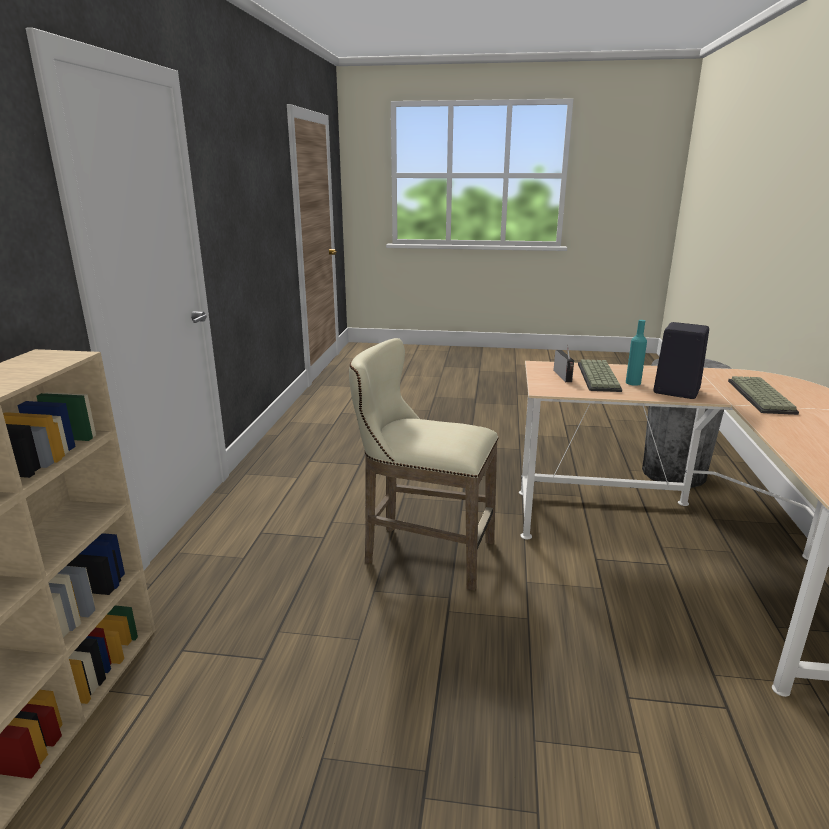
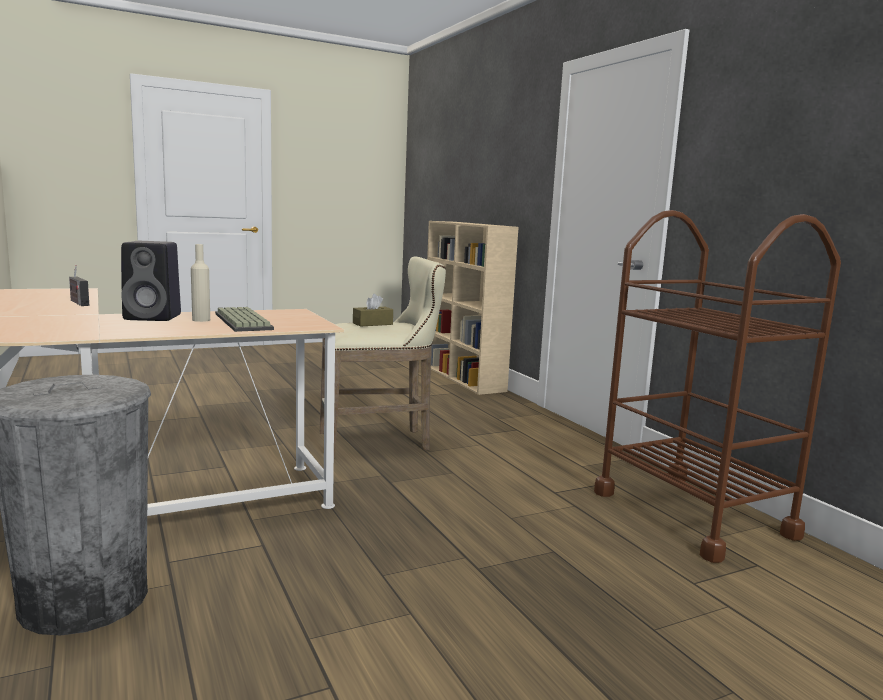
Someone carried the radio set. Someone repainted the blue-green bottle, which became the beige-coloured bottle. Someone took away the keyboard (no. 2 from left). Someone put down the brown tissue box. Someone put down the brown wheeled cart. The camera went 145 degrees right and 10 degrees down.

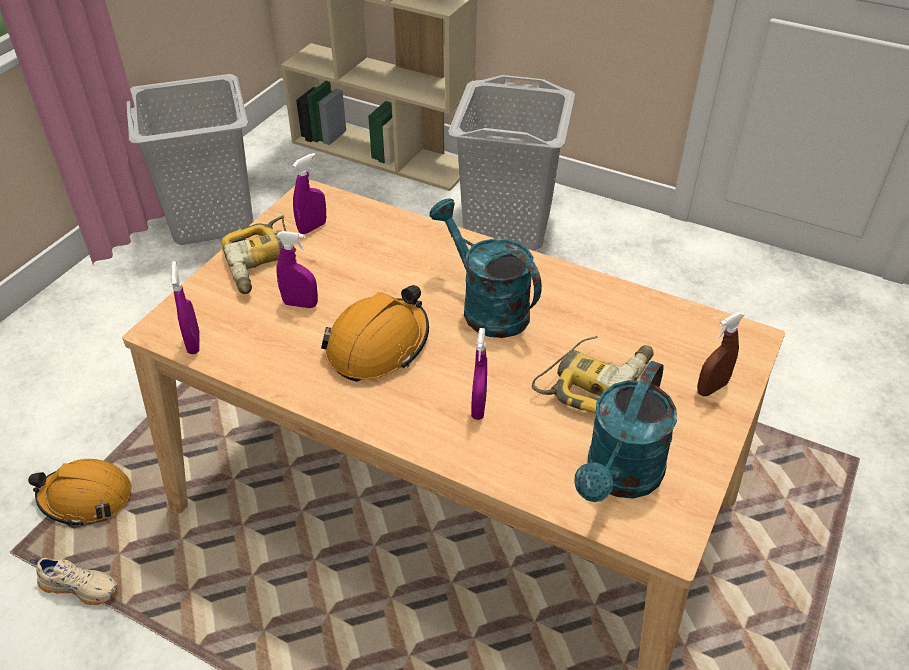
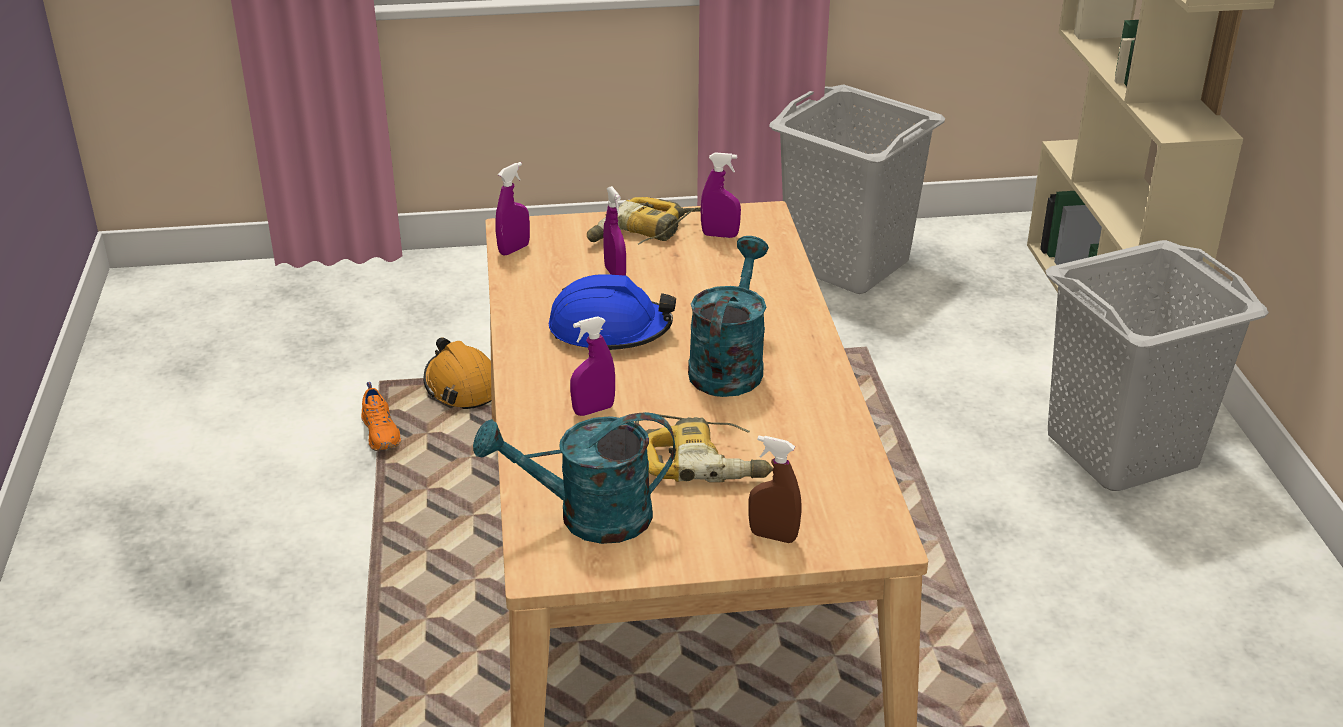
Someone repainted the beige-coloured shoe, which became the orange-coloured shoe. Someone repainted the orange-coloured work helmet (no. 2 from left), which became the blue work helmet. The camera went 55 degrees right and 10 degrees down.

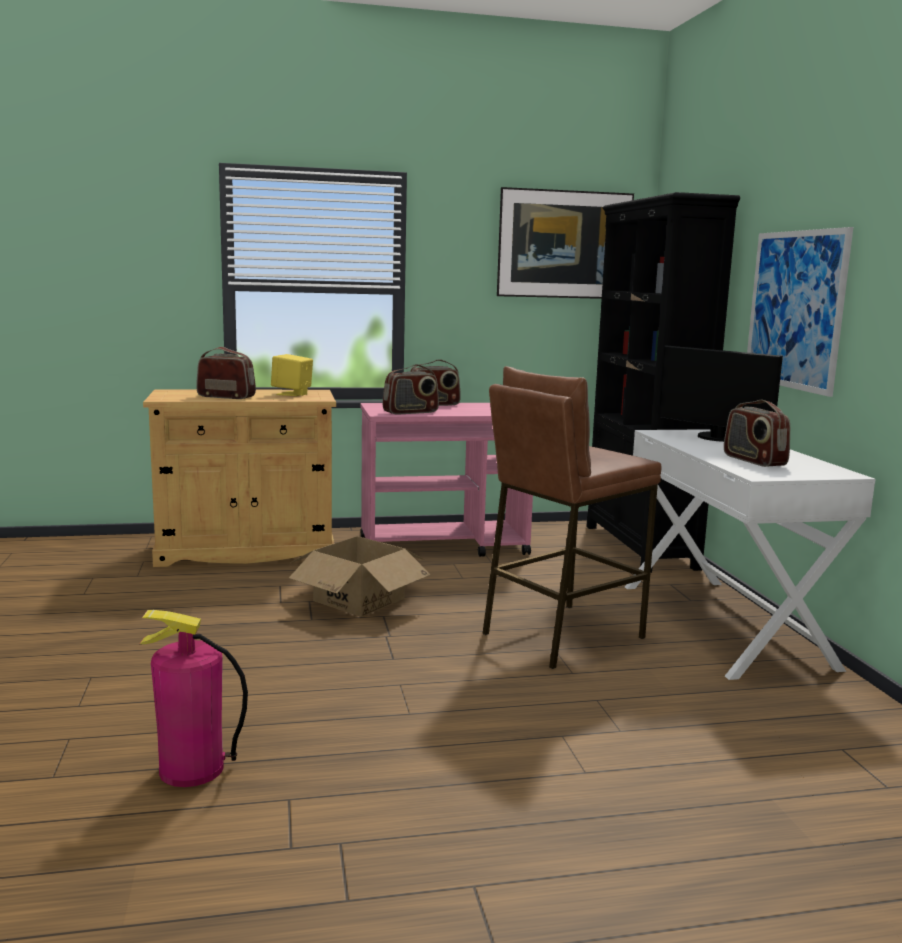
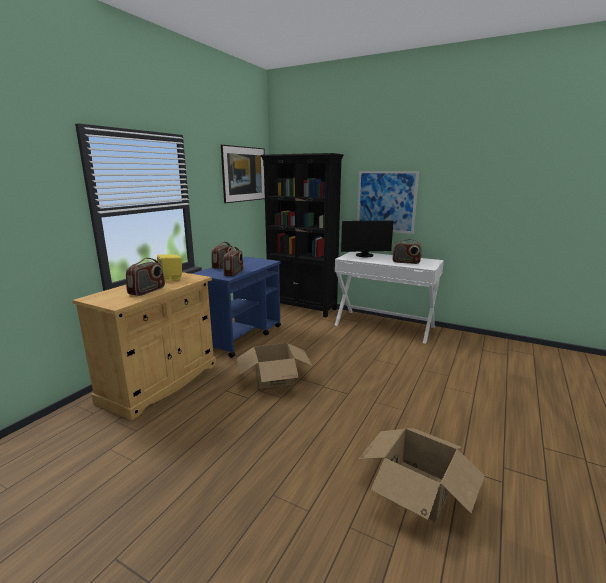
Someone swapped the fire extinguisher for the cardboard box (no. 2 from left). Someone rotated the radio set (no. 1 from left) by 150 degrees clockwise. Someone repainted the pink wheeled cart, which became the blue wheeled cart. Someone took away the brown stool seat. The camera went 50 degrees left and 5 degrees up.

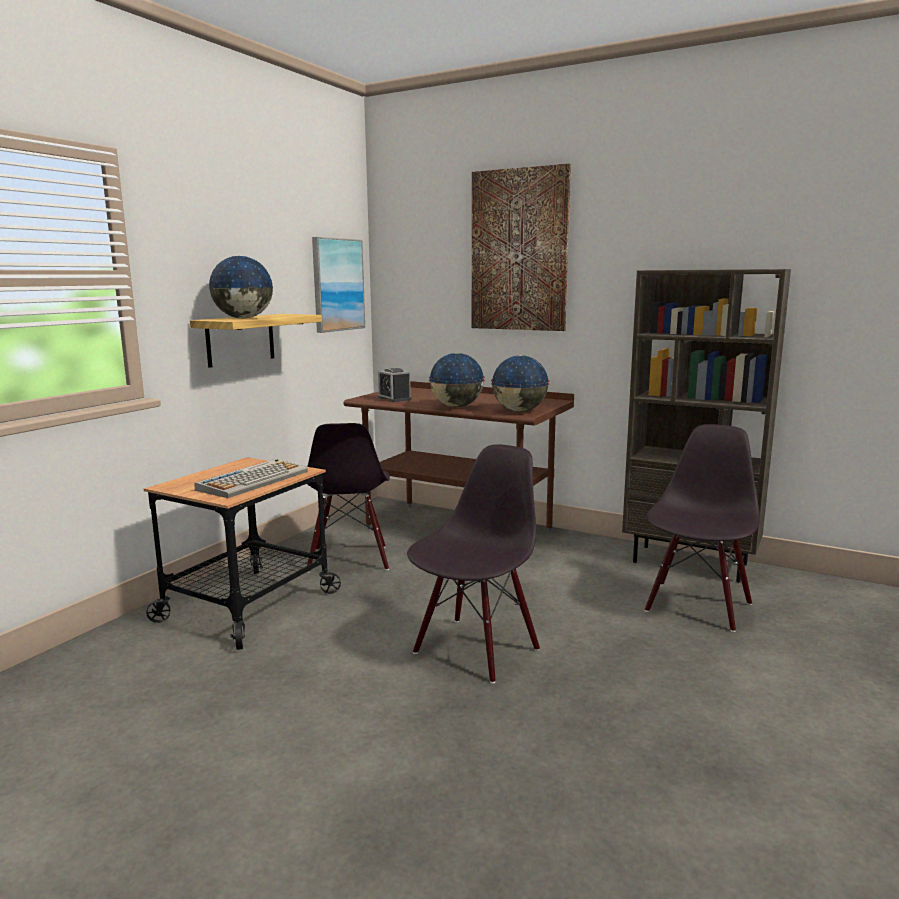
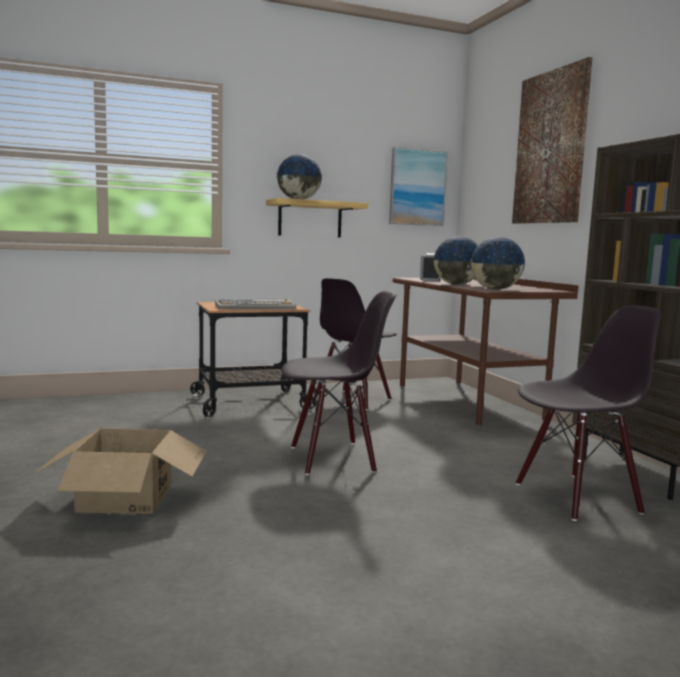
Someone put down the cardboard box. The camera went 40 degrees right and 5 degrees down.

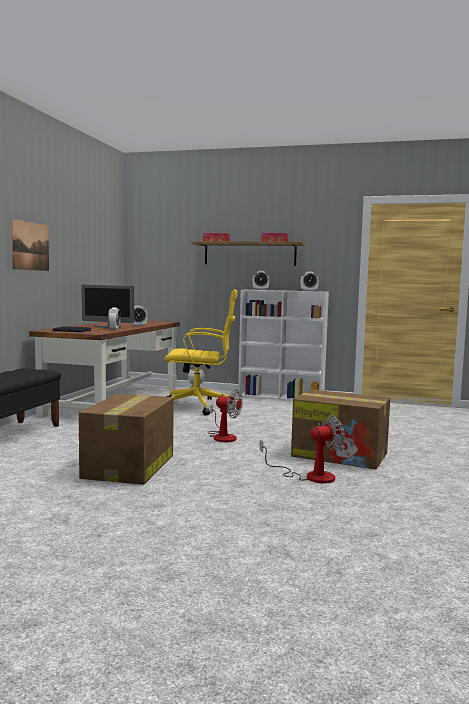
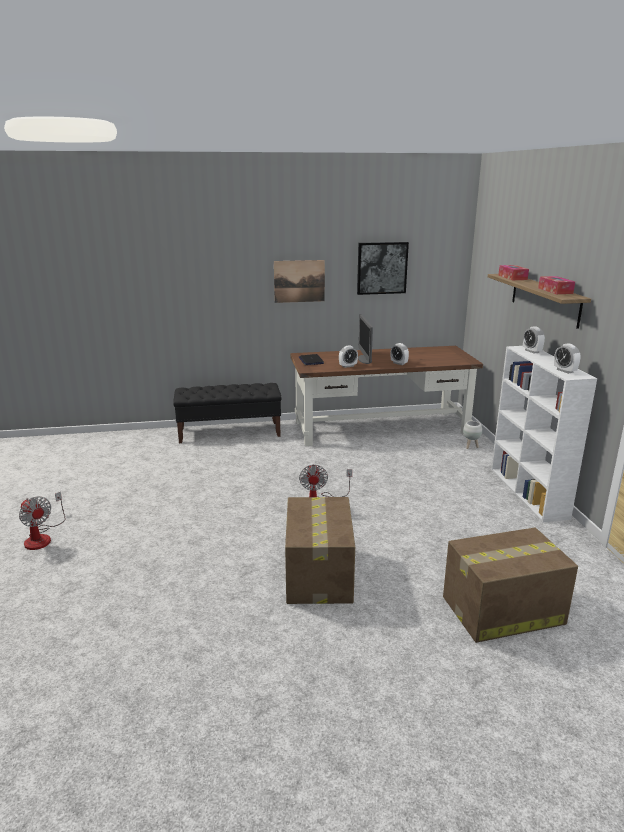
Someone carried the cardboard box (no. 1 from left in the first image). Someone took away the yellow office chair. Someone carried the electric fan (no. 2 from left in the first image). Someone put up the wall art (no. 2 from left). The camera went 65 degrees right and 15 degrees up.

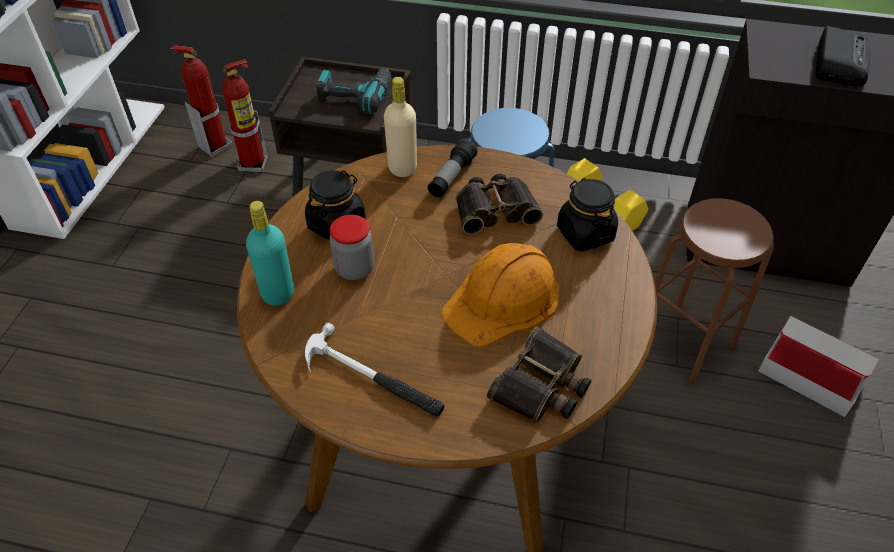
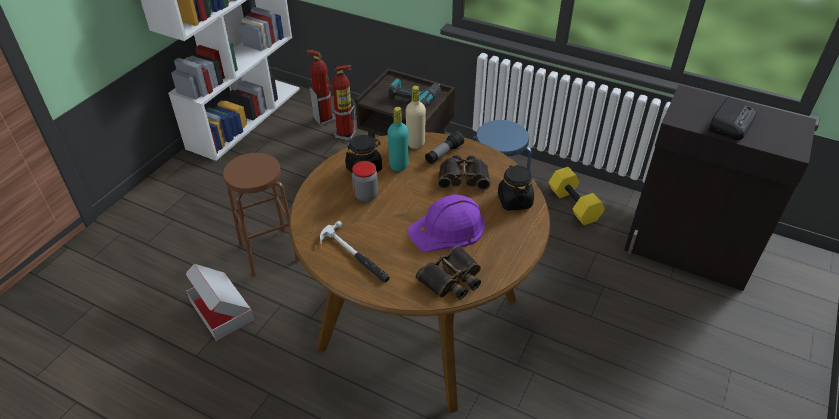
Someone carried the blue-green bottle. Someone repainted the orange-coloured work helmet, which became the purple work helmet. Someone carried the brown stool seat. Someone carried the cardboard box. The camera went 15 degrees right and 5 degrees down.

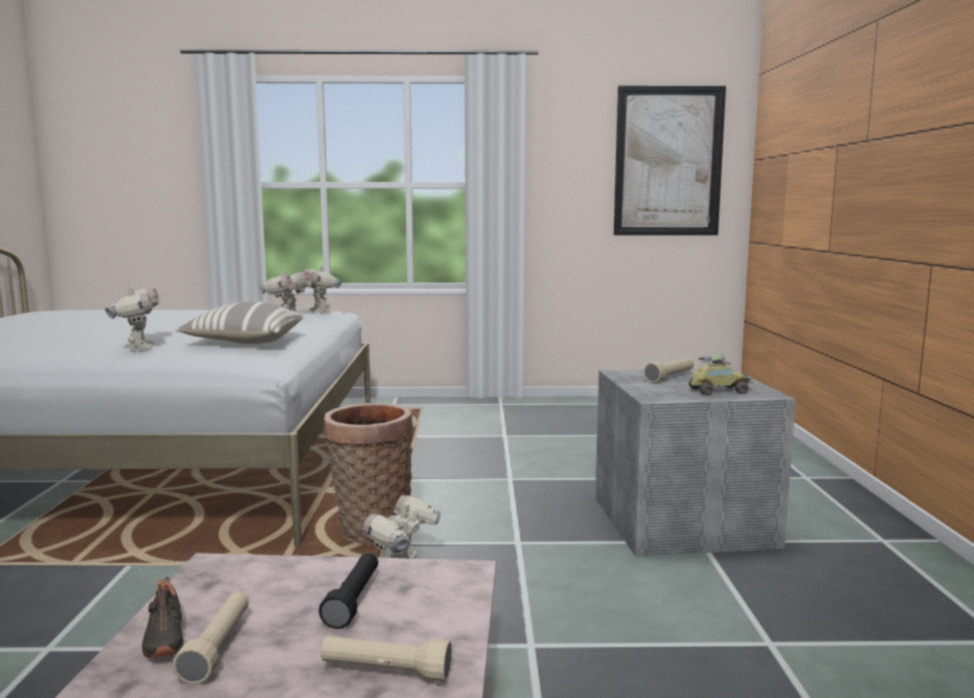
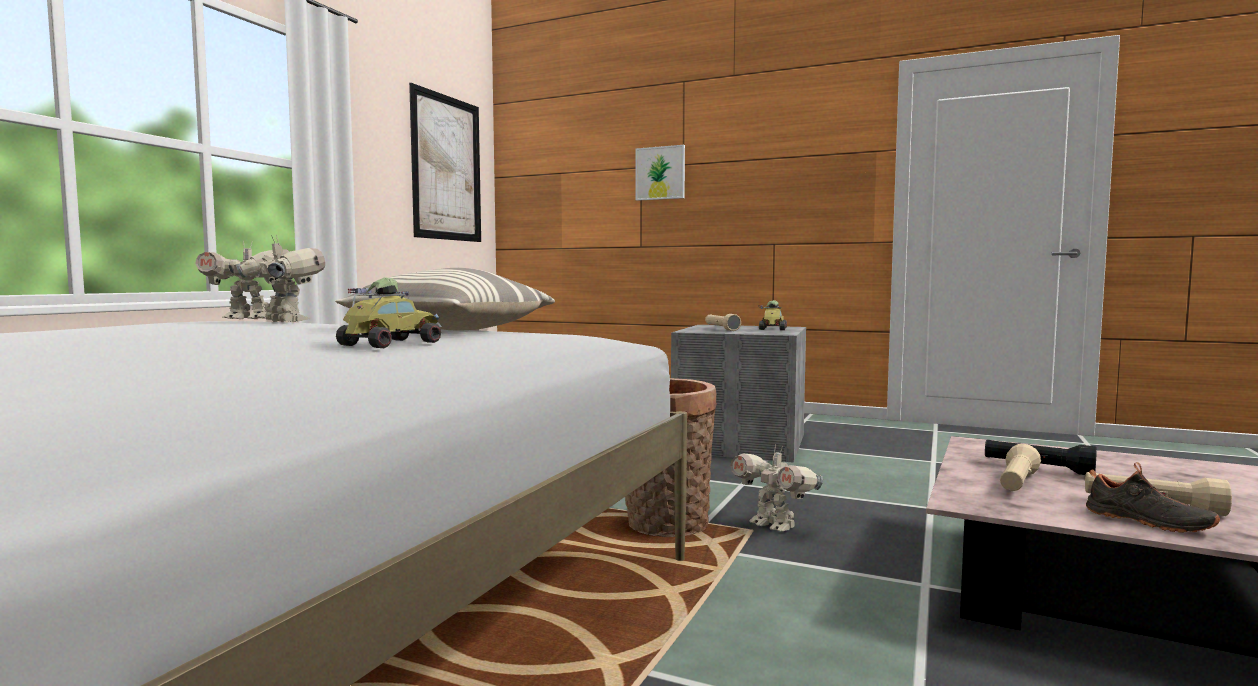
Someone swapped the model robot (no. 1 from left) for the toy car (no. 1 from left). Someone rotated the black shoe by 45 degrees clockwise. Someone carried the beige-coloured flashlight (no. 2 from left). Someone put up the wall art (no. 2 from left). The camera went 65 degrees left and 5 degrees down.

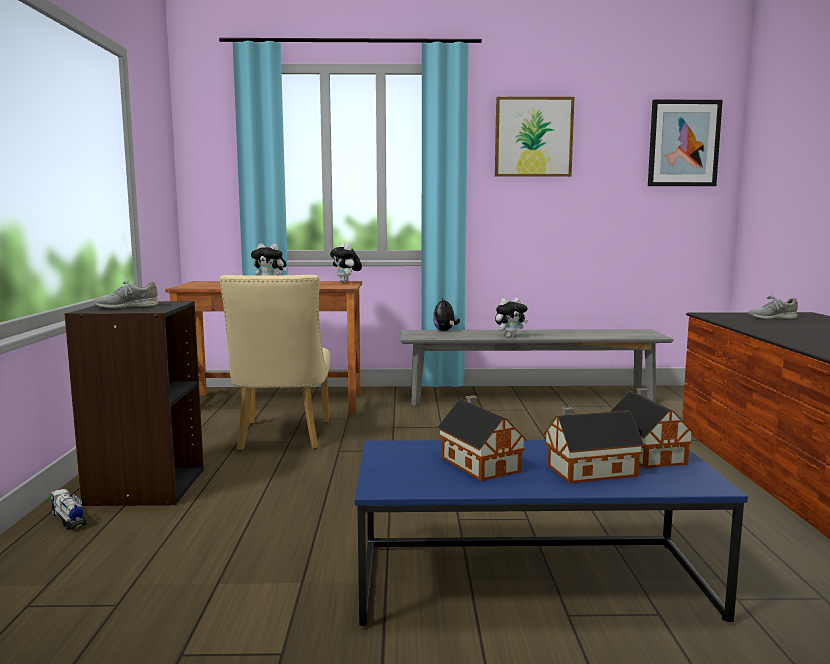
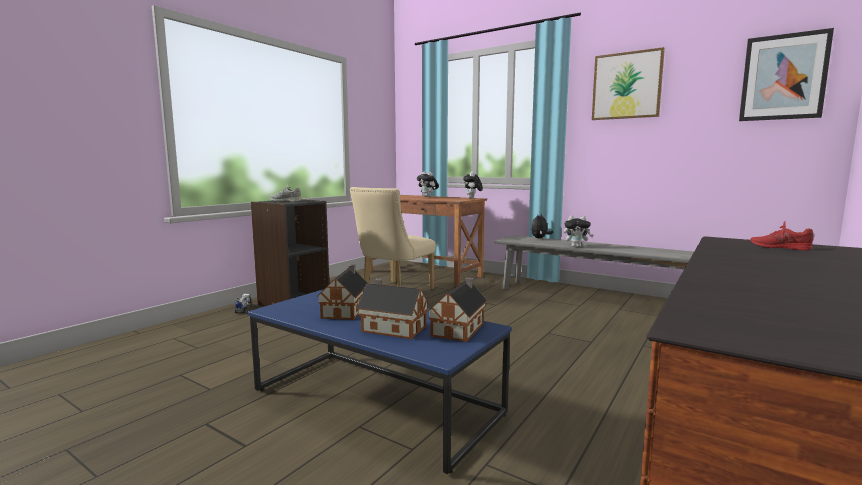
Someone repainted the gray shoe (no. 2 from left), which became the red shoe. The camera went 35 degrees right and 0 degrees up.

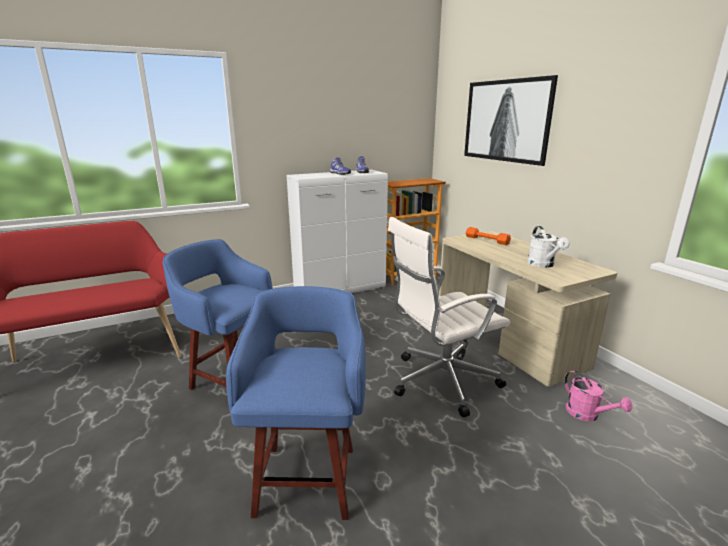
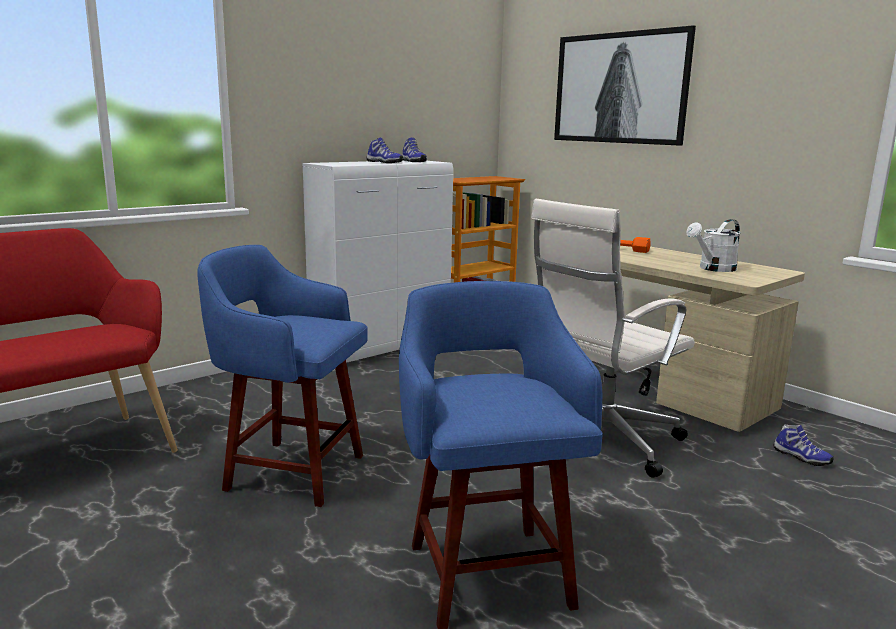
Someone rotated the white sprinkling can by 75 degrees clockwise. Someone swapped the pink sprinkling can for the shoe (no. 3 from left). The camera went 15 degrees left and 5 degrees down.

